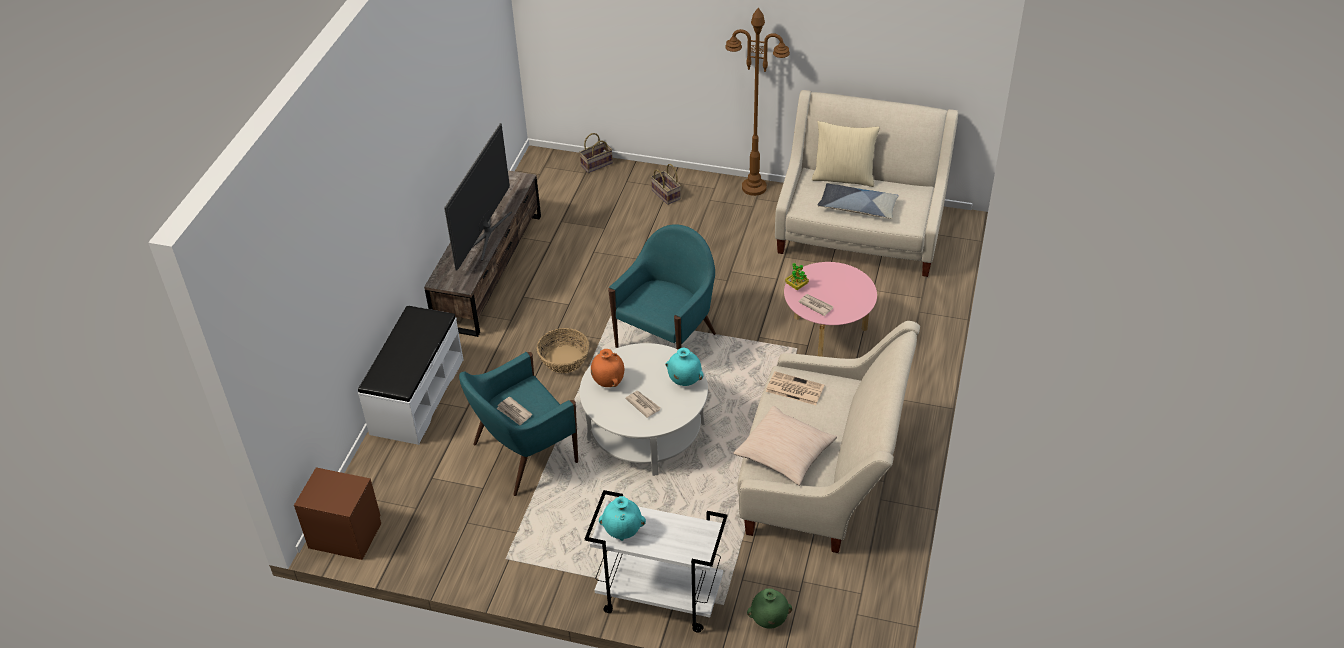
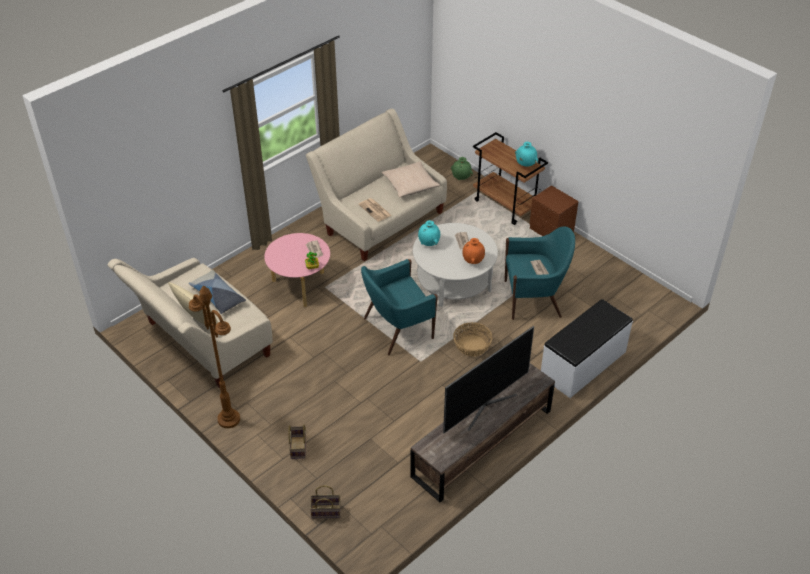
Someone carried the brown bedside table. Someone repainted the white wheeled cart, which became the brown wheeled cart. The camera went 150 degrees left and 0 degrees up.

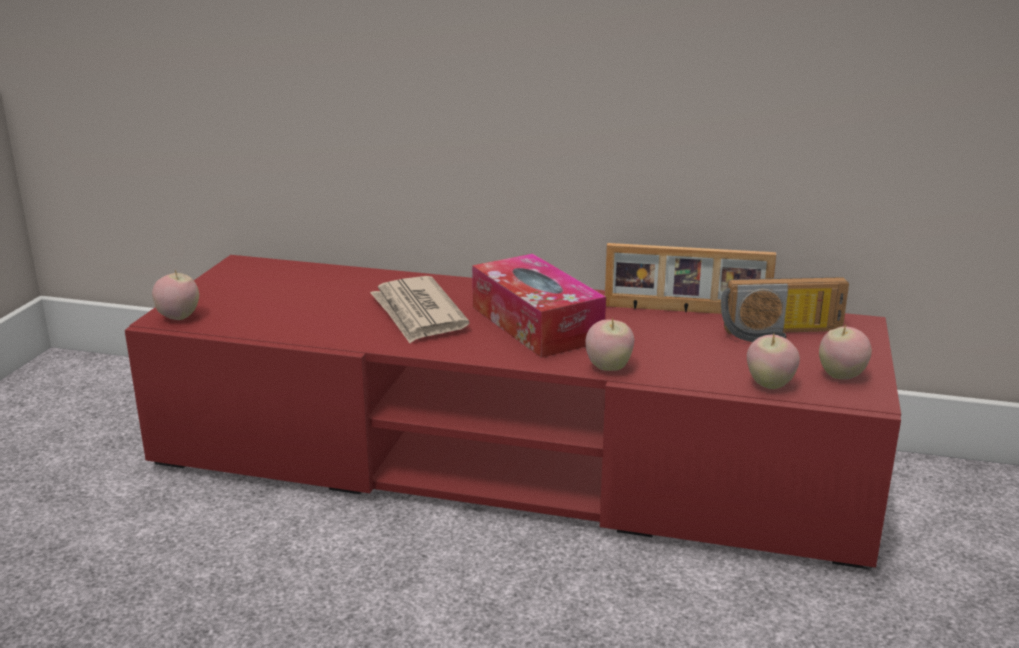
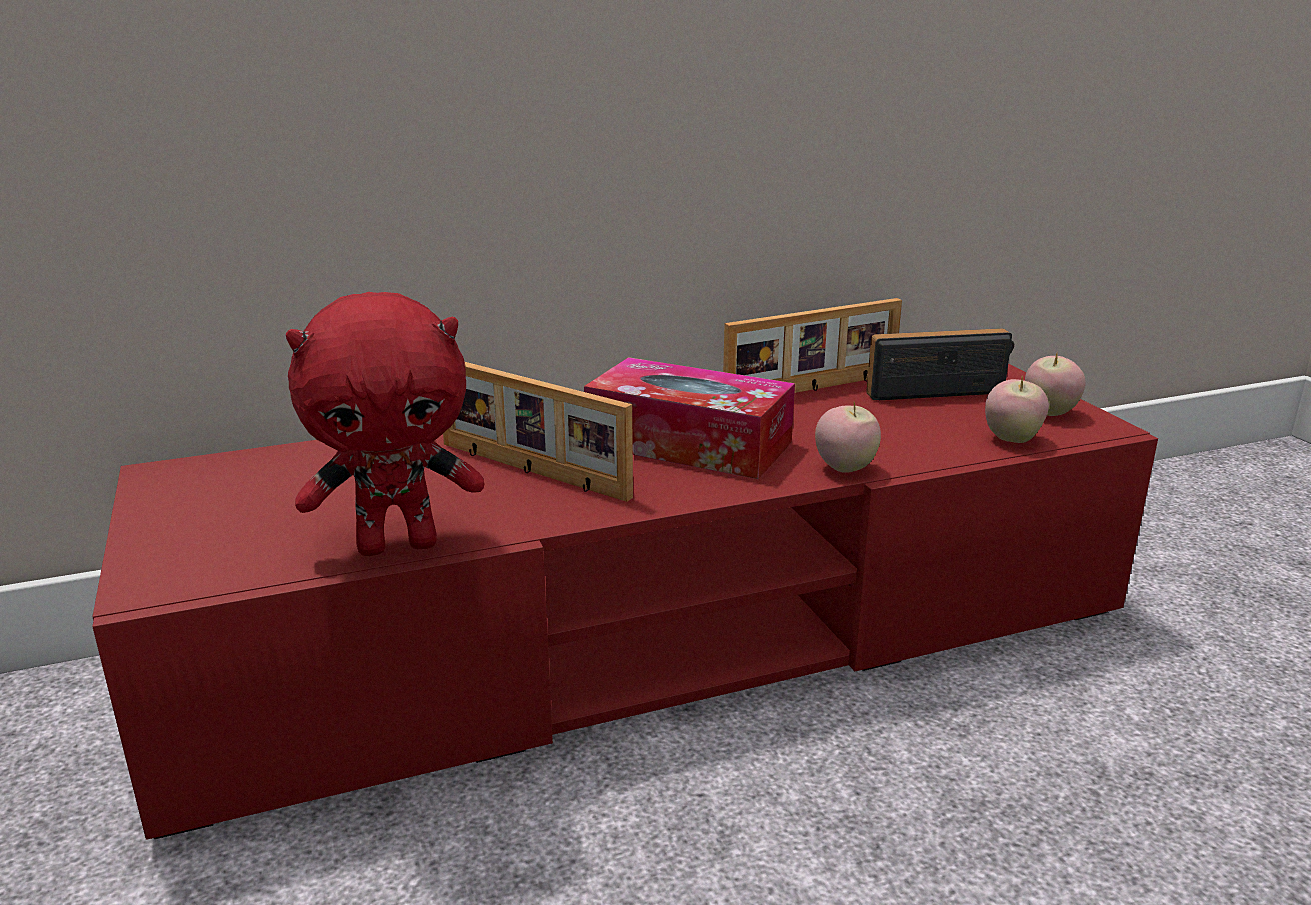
Someone took away the apple (no. 1 from left). Someone swapped the newspaper for the photo frame (no. 1 from left). Someone rotated the radio set by 150 degrees counterclockwise. Someone put down the red plush toy. The camera went 35 degrees left and 0 degrees up.

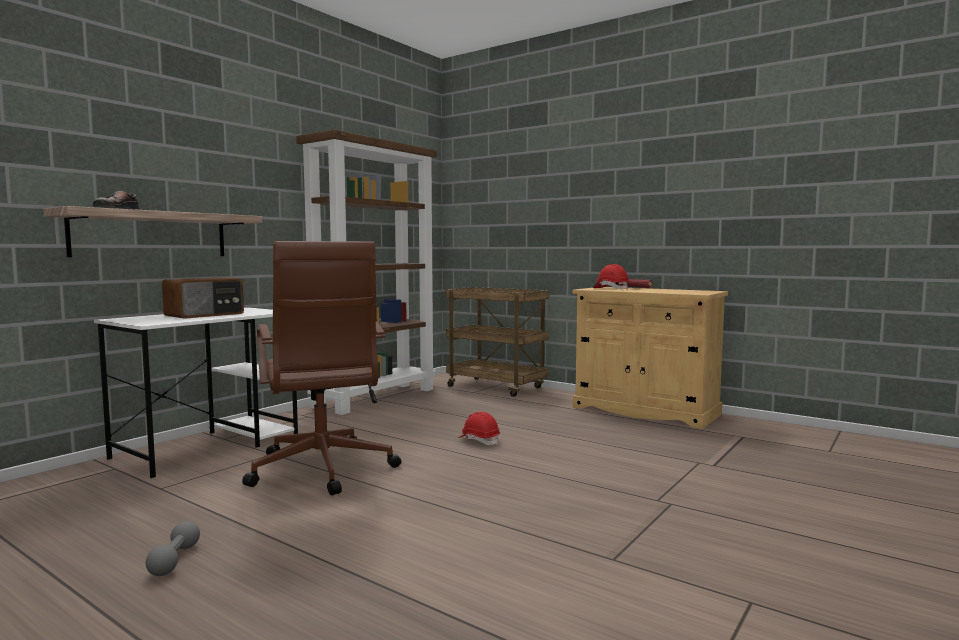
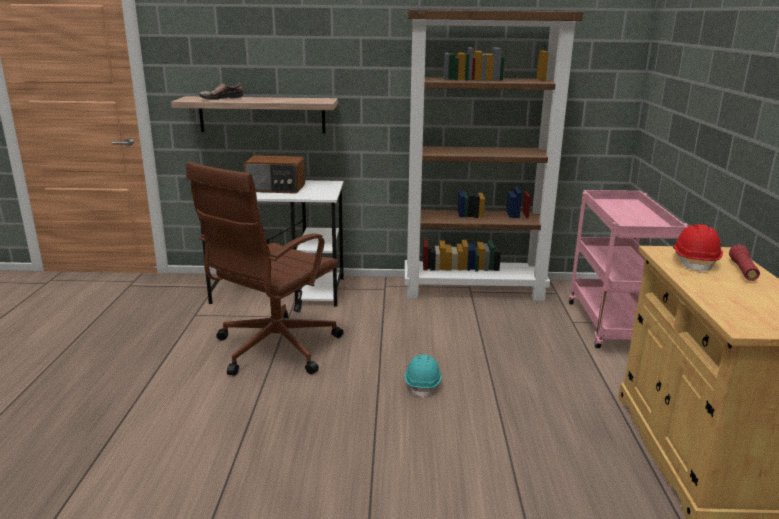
Someone took away the gray free weight. Someone repainted the brown wheeled cart, which became the pink wheeled cart. Someone repainted the red work helmet (no. 1 from left), which became the blue-green work helmet. The camera went 55 degrees right and 15 degrees up.

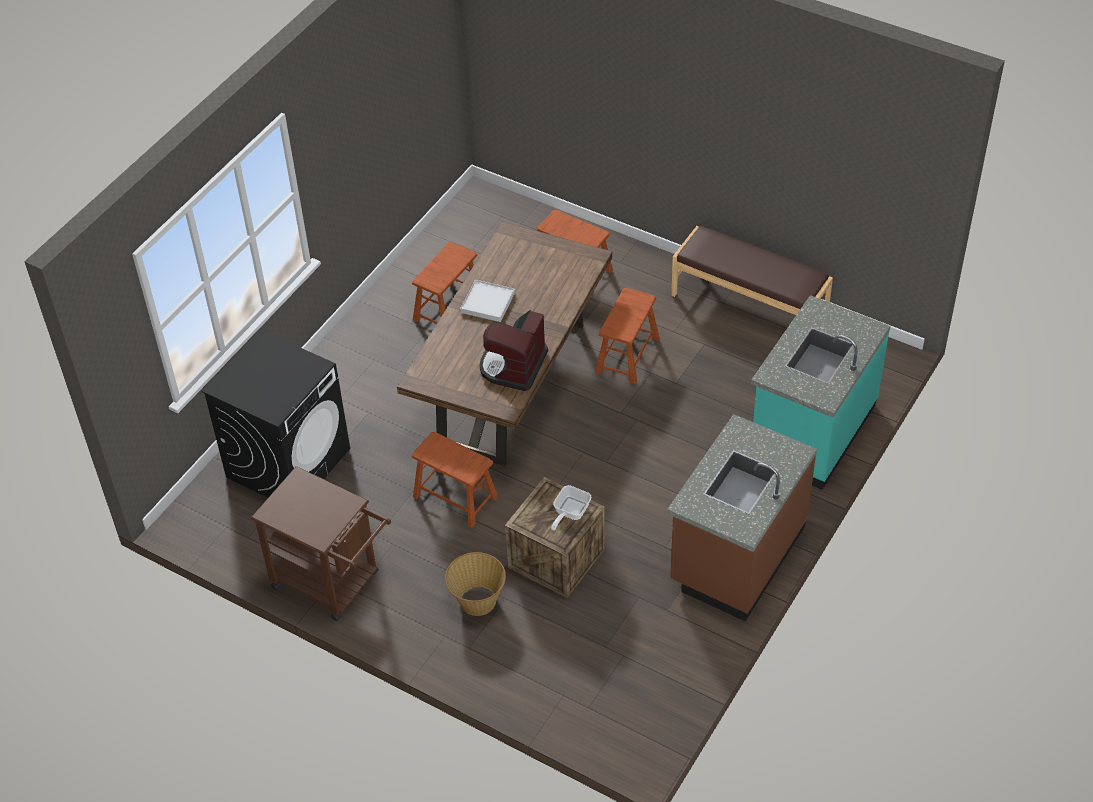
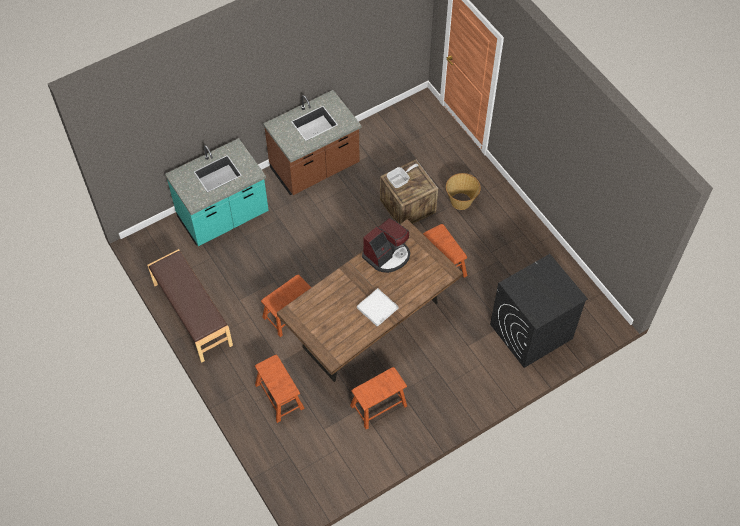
Someone took away the brown wheeled cart. The camera went 155 degrees left and 10 degrees up.

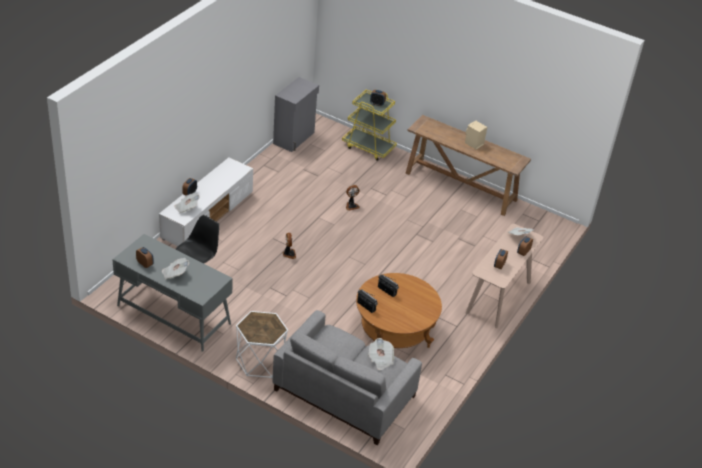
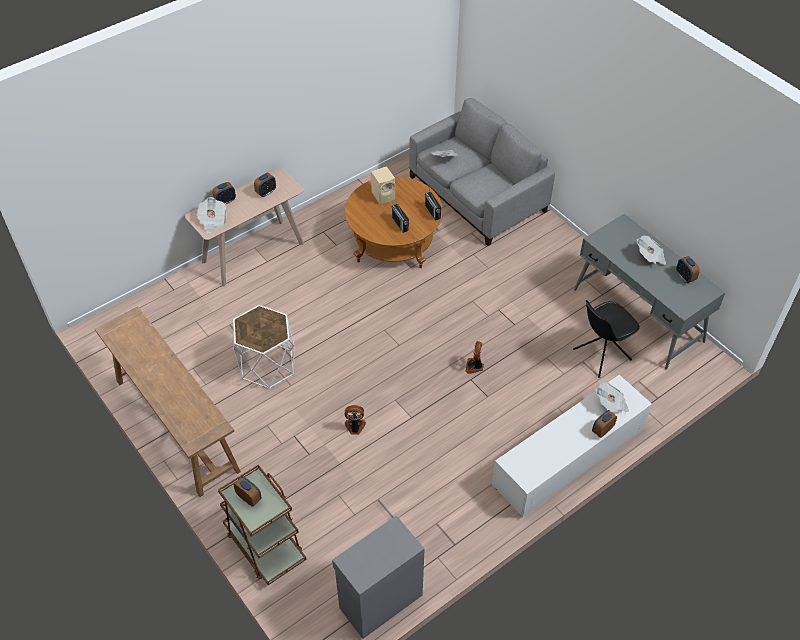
Someone carried the white side table. Someone repainted the yellow wheeled cart, which became the brown wheeled cart. Someone carried the beige-coloured loudspeaker. The camera went 155 degrees left and 10 degrees up.

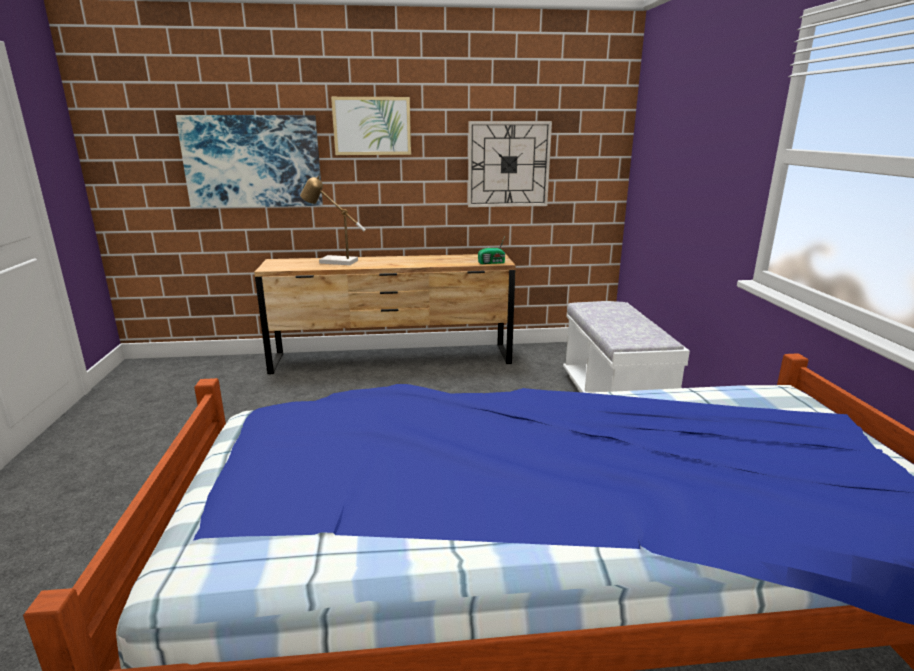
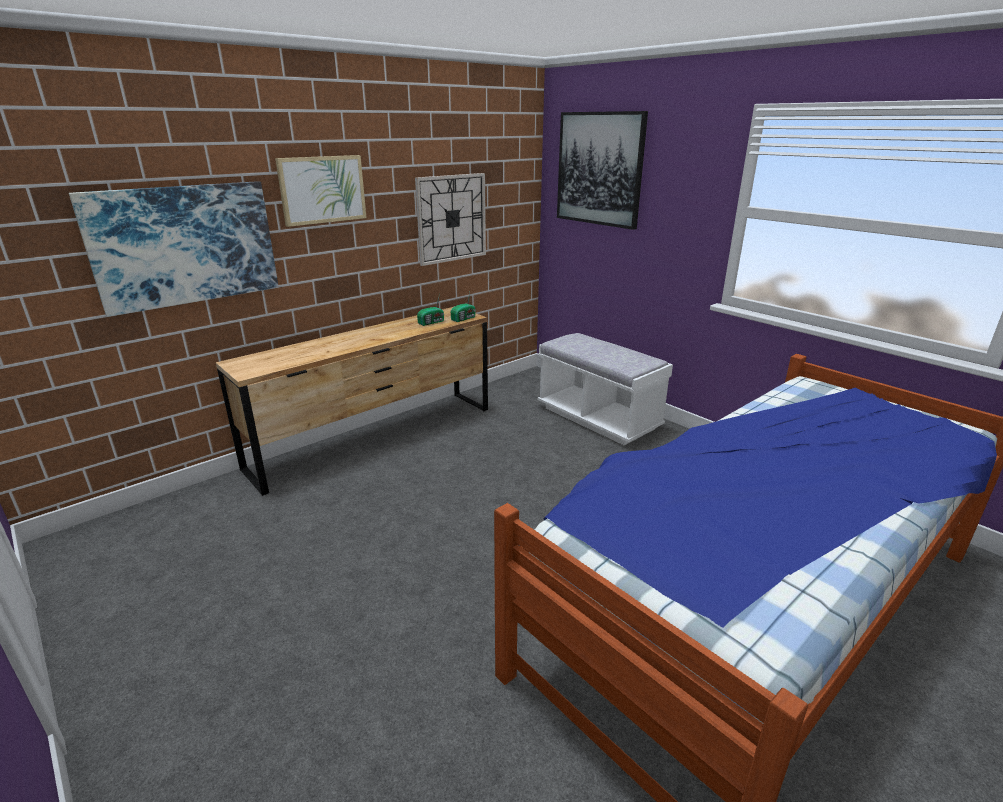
Someone took away the table lamp. Someone put down the radio set (no. 1 from left). Someone put up the wall art (no. 3 from left). The camera went 35 degrees left and 5 degrees up.

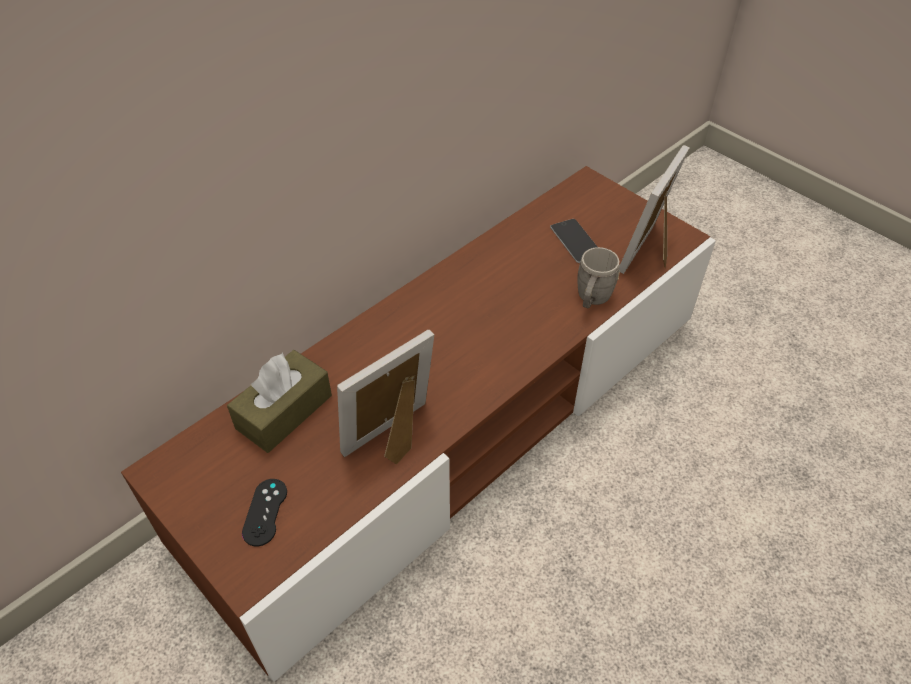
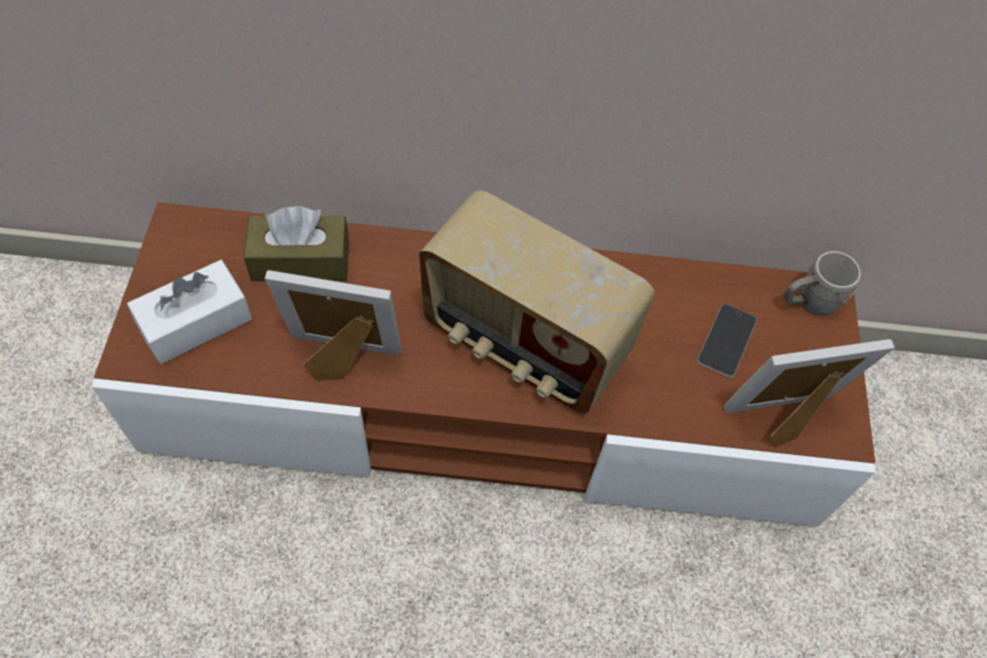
Someone swapped the black gamepad for the white tissue box. Someone carried the gray coffee mug. Someone put down the radio set. The camera went 45 degrees right and 10 degrees up.

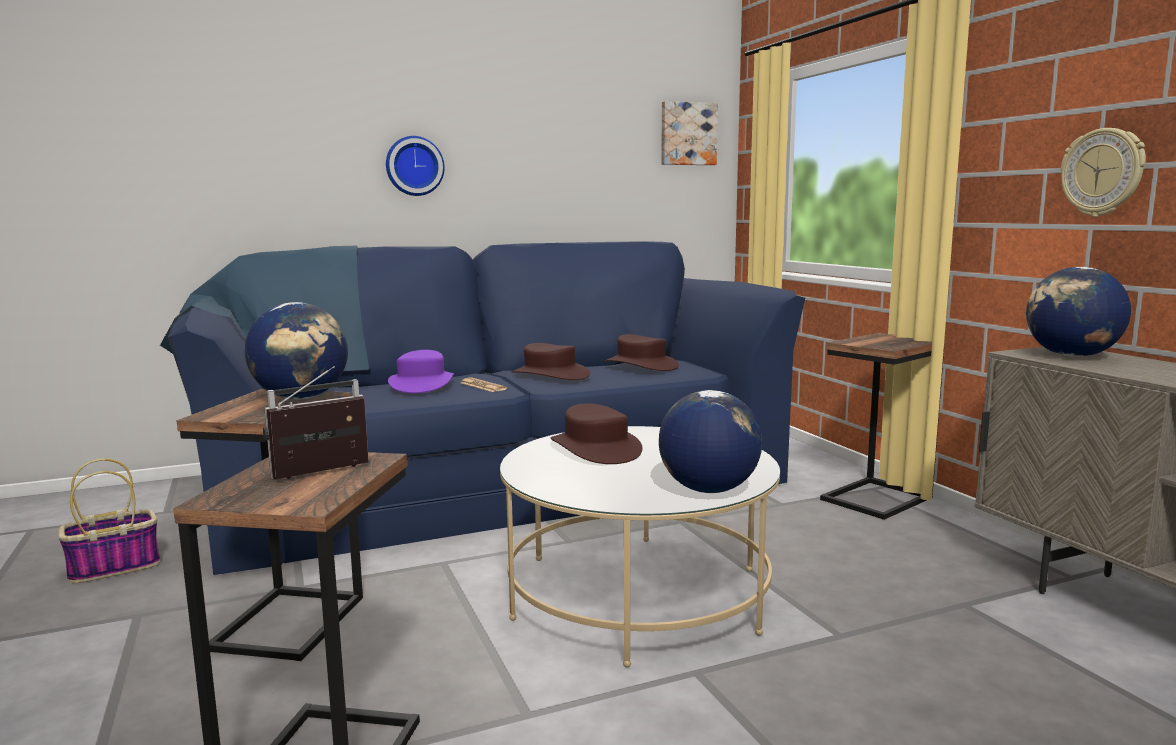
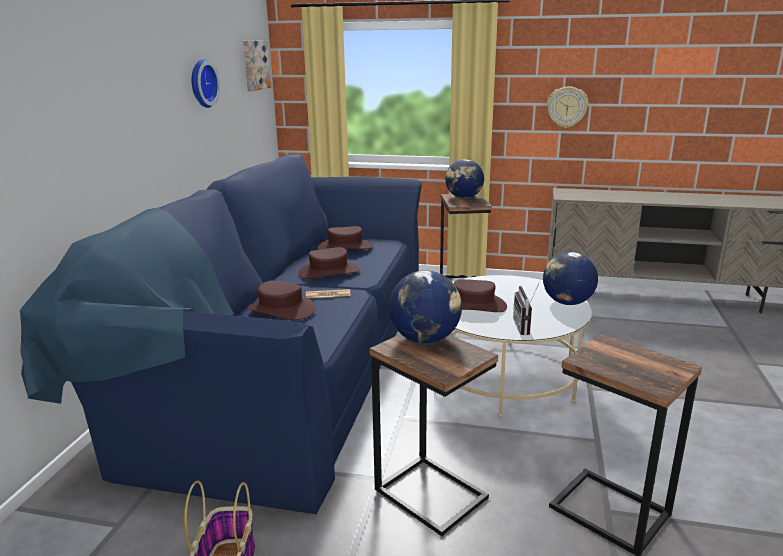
Someone carried the radio set. Someone carried the hanging clock (no. 1 from left). Someone repainted the purple wearable hat, which became the brown wearable hat (no. 1 from left). Someone carried the desk globe (no. 3 from left in the first image). The camera went 55 degrees left and 10 degrees up.

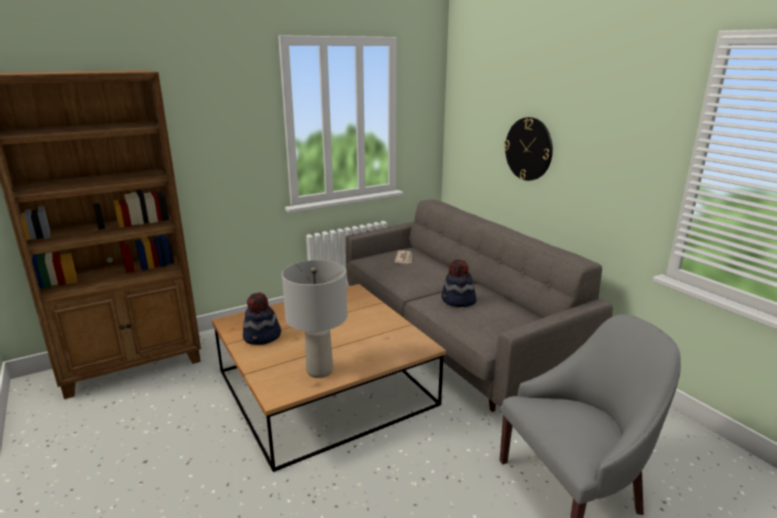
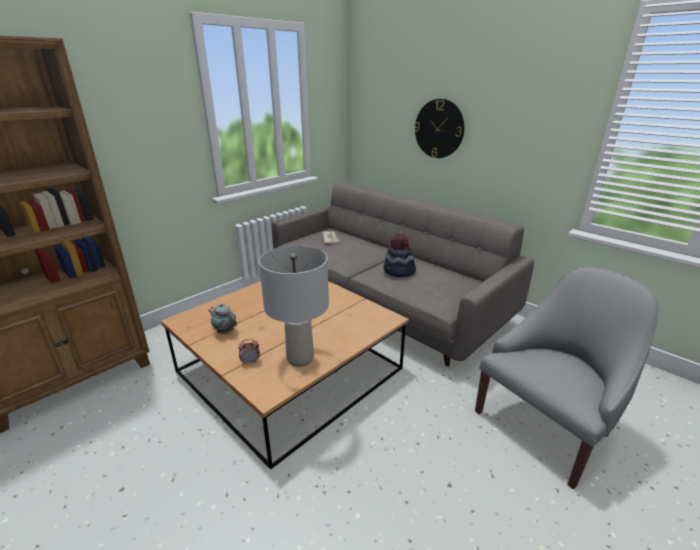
Someone swapped the wearable hat (no. 1 from left) for the tea pot. Someone put down the table clock. The camera went 15 degrees left and 5 degrees up.

